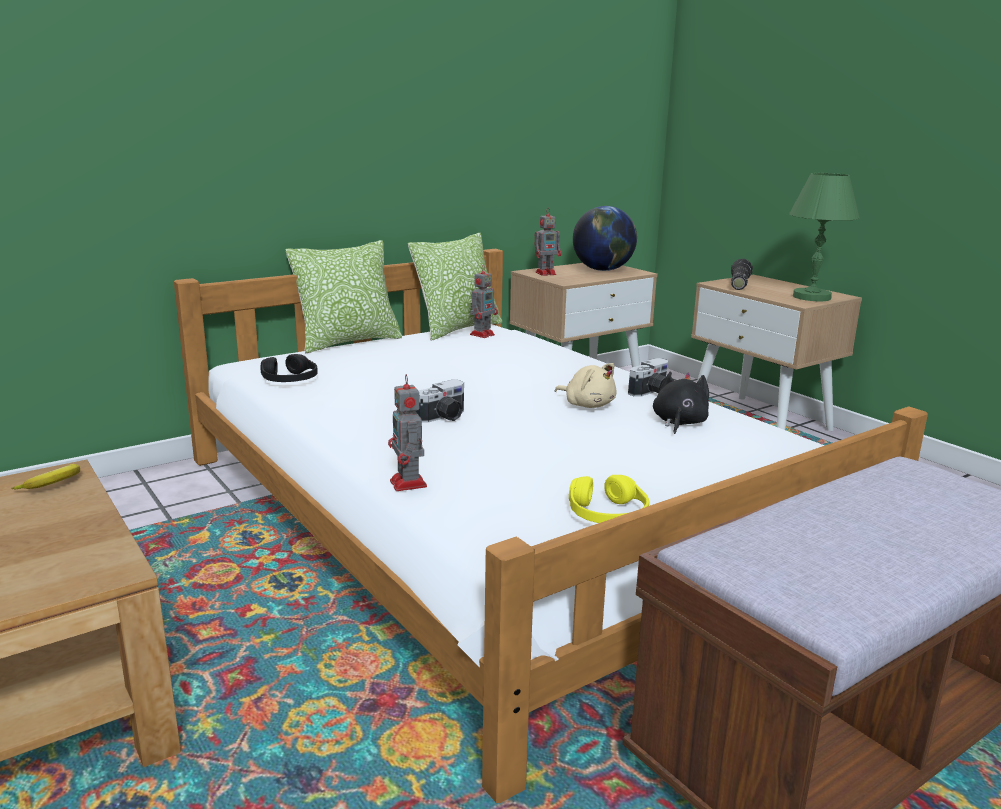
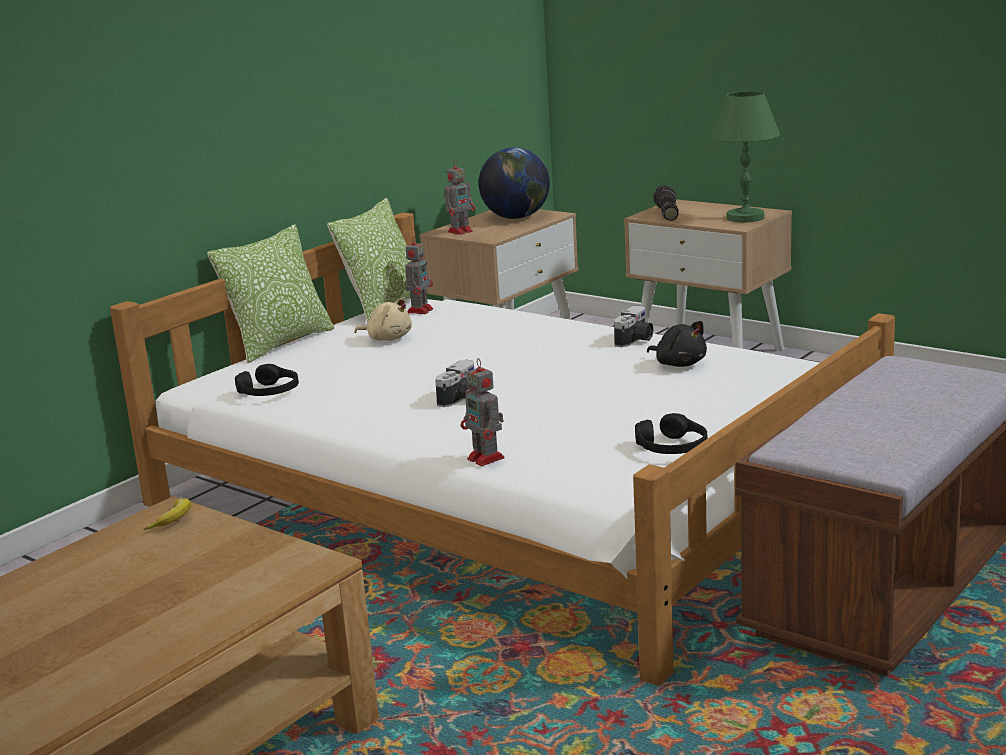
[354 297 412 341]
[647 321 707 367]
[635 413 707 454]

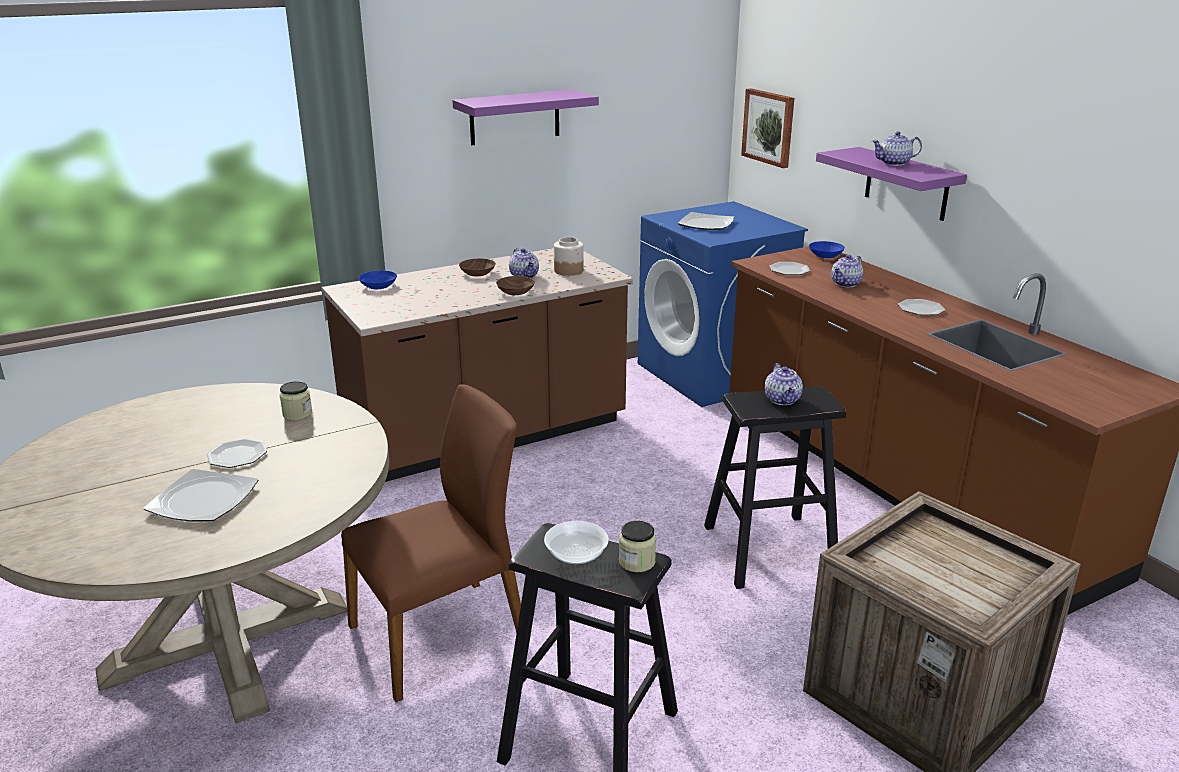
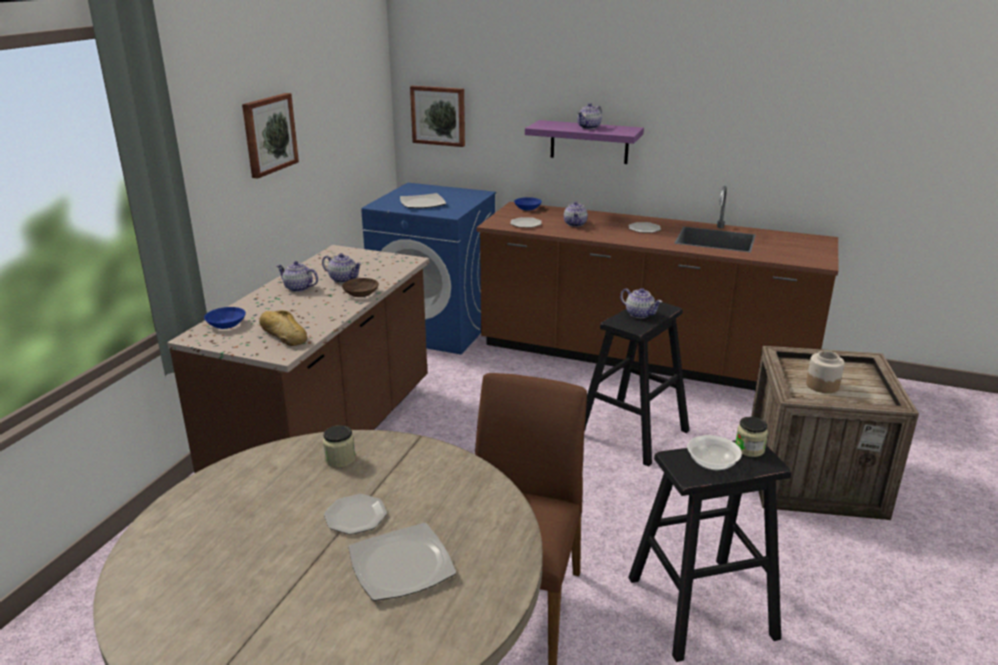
[242 93 299 179]
[806 351 845 393]
[276 261 318 292]
[259 310 307 346]

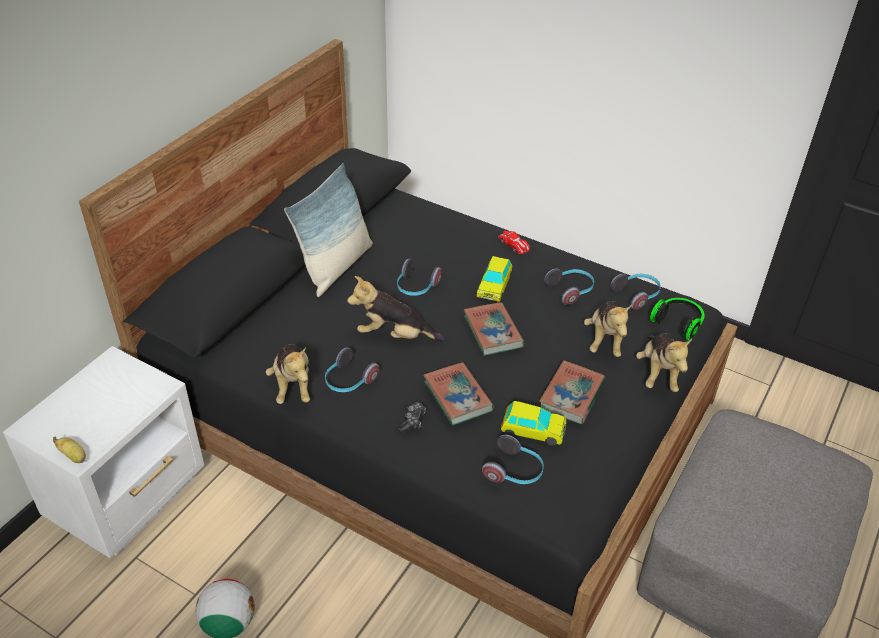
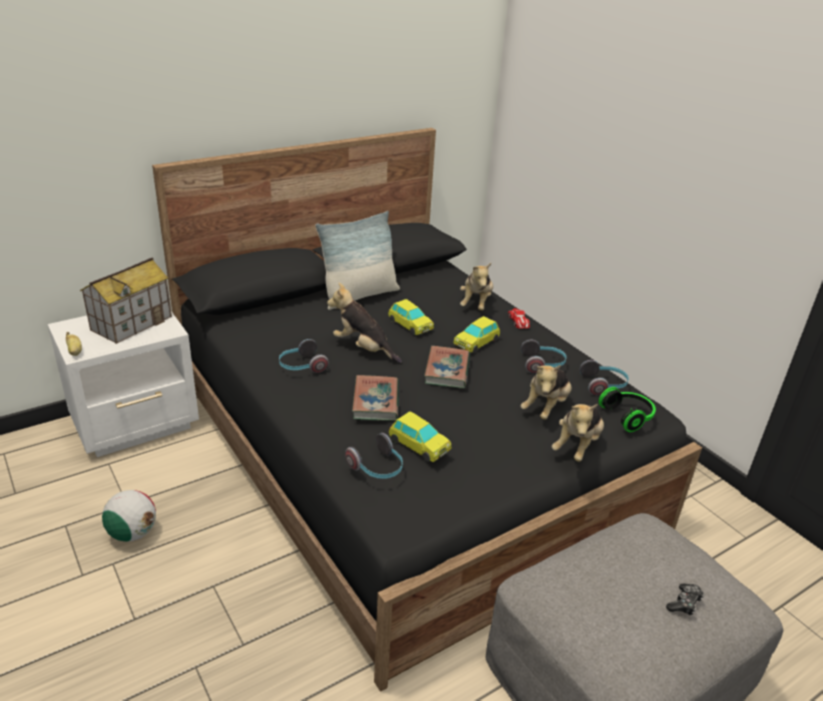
[388 299 434 335]
[460 263 493 311]
[539 360 606 424] (first image)
[666 584 704 615]
[80 257 172 344]

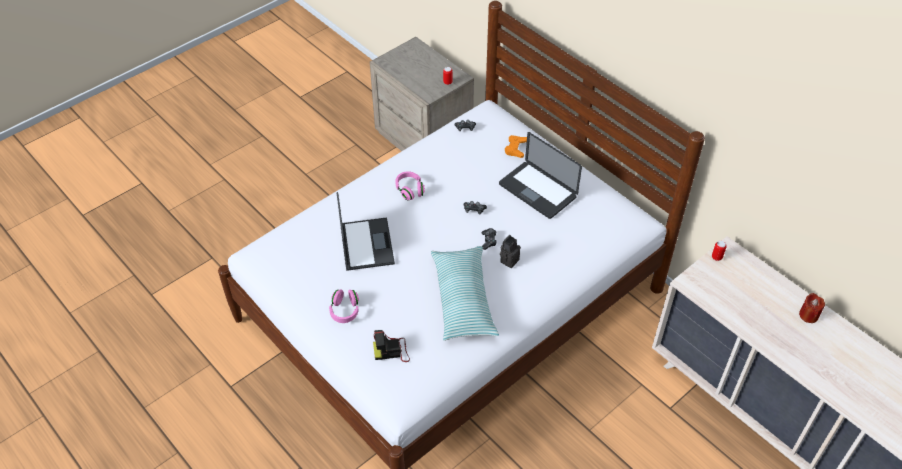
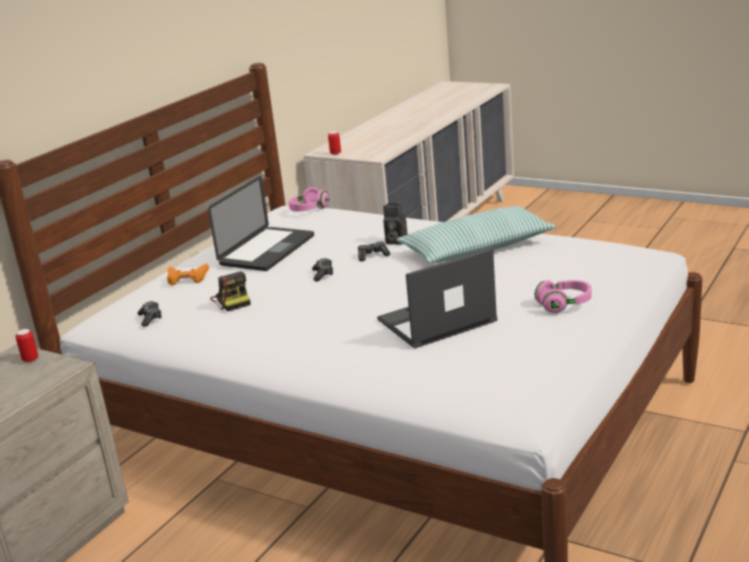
[288 187 329 212]
[799 293 825 323] (first image)
[210 271 251 311]

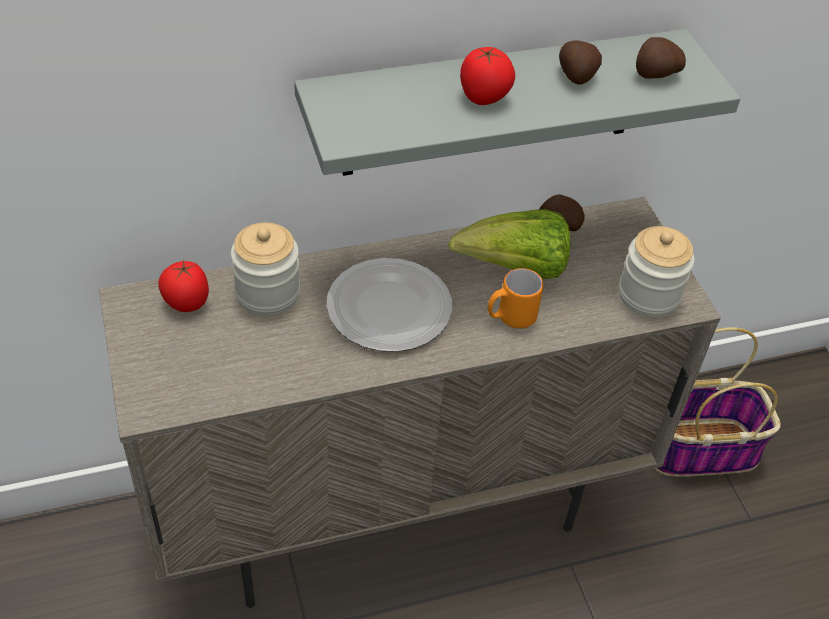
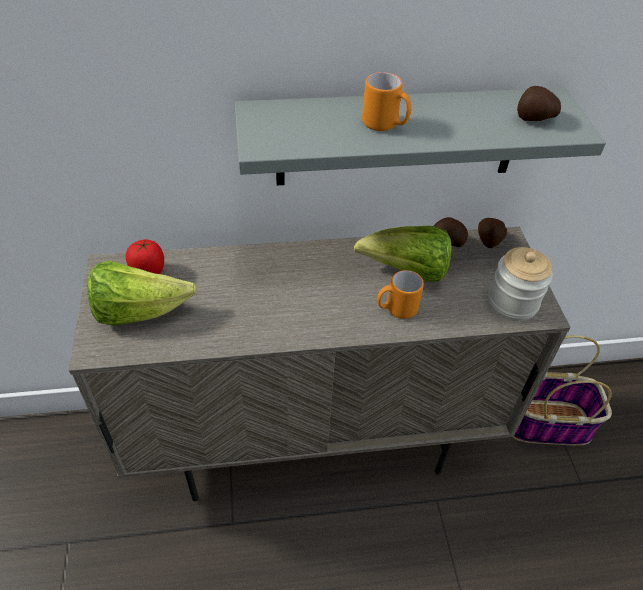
[478 218 507 248]
[362 72 411 131]
[231 222 300 316] (first image)
[327 258 452 352] (first image)
[88 261 196 326]

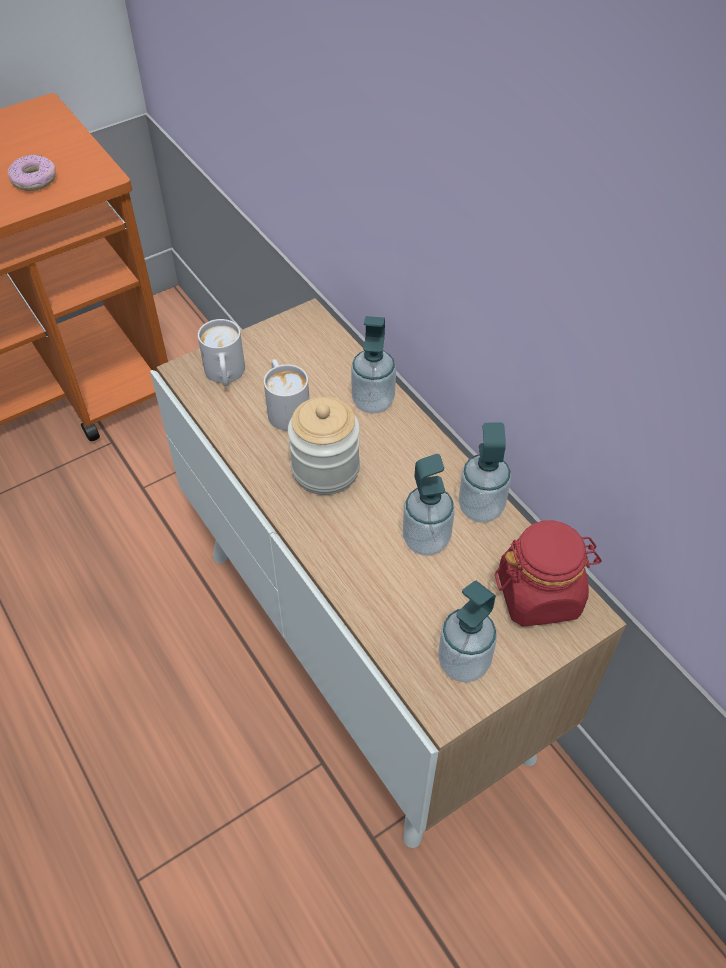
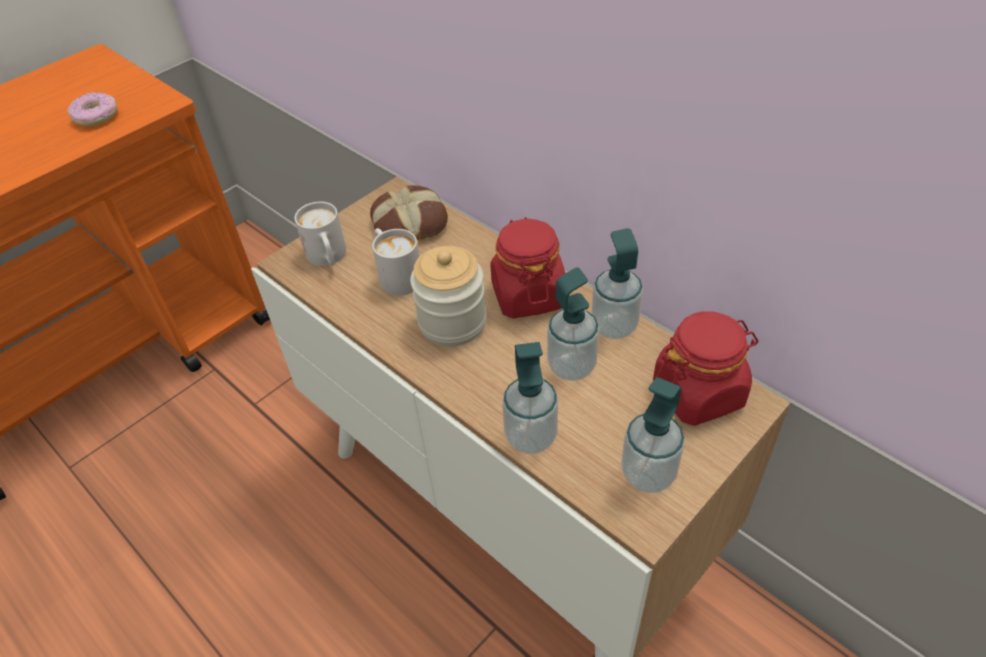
[502 342 558 454]
[370 185 448 240]
[490 217 565 318]

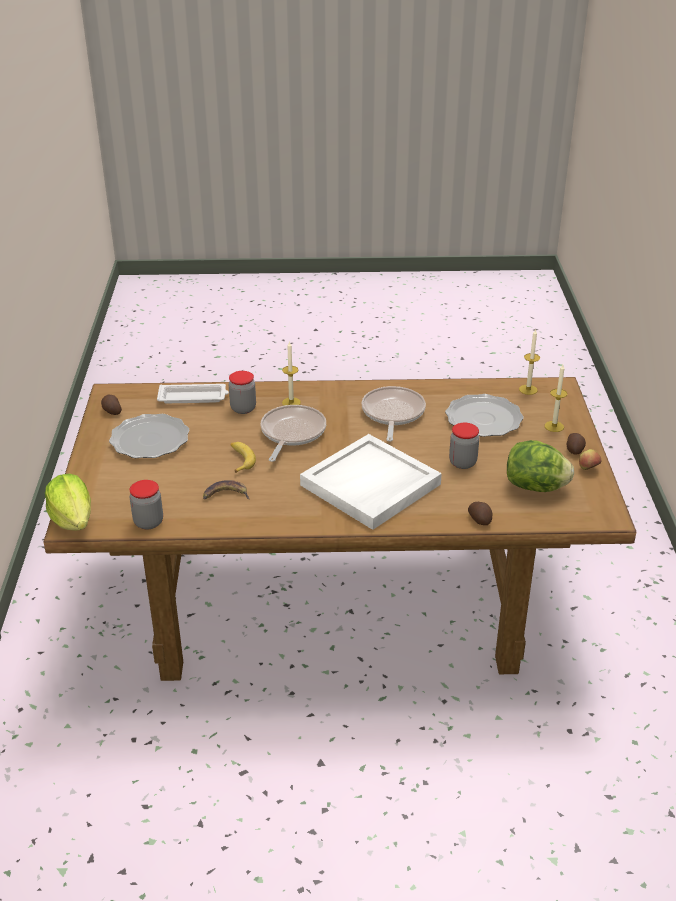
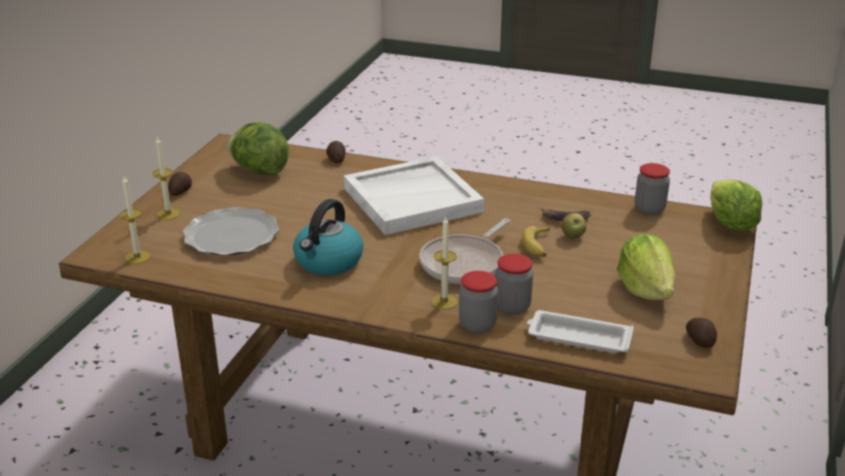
[293 199 364 275]
[617 234 676 300]
[459 271 498 333]
[561 213 586 239]

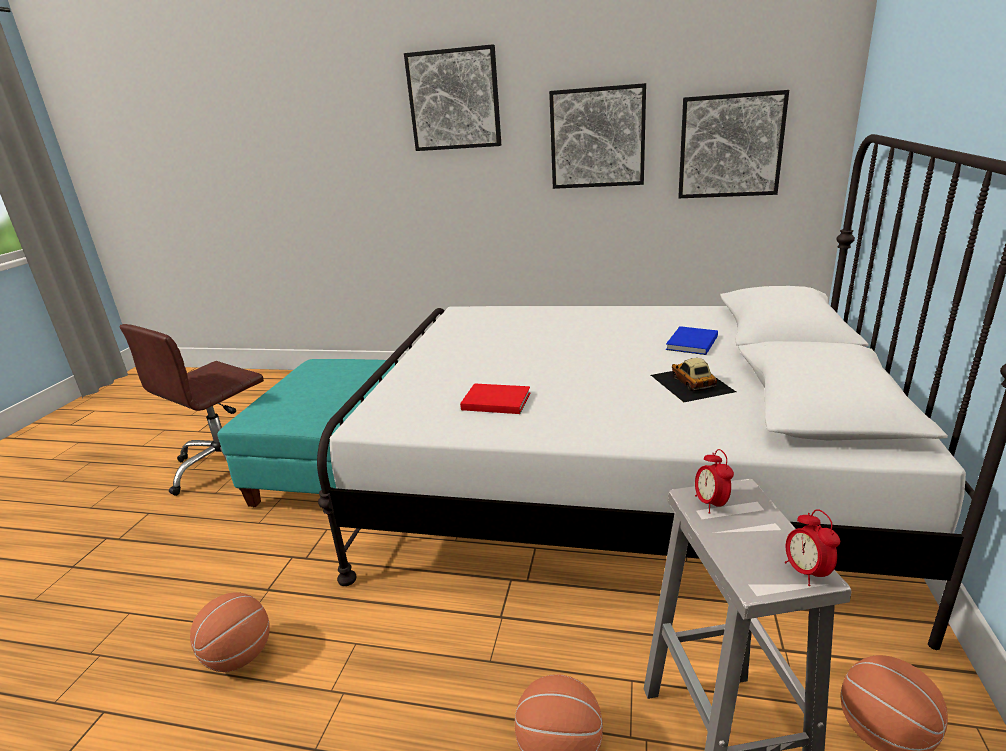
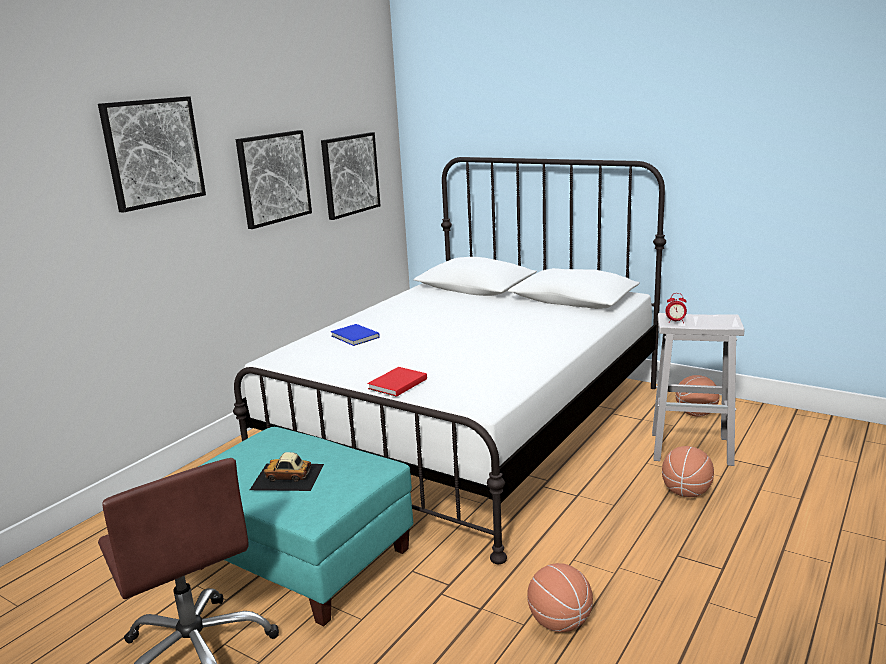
[331 324 380 346]
[250 452 324 491]
[367 367 427 397]
[785 509 840 586] (first image)

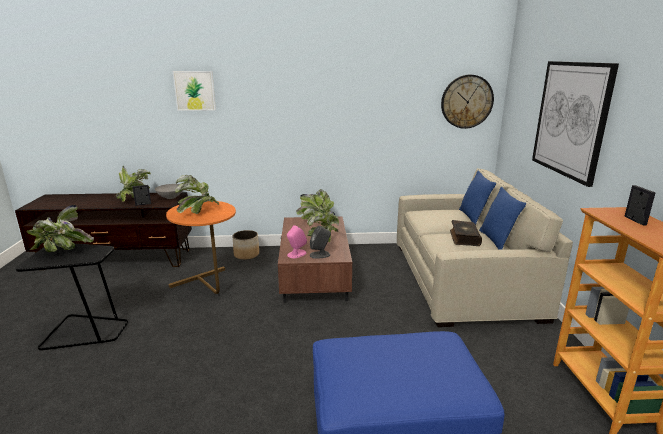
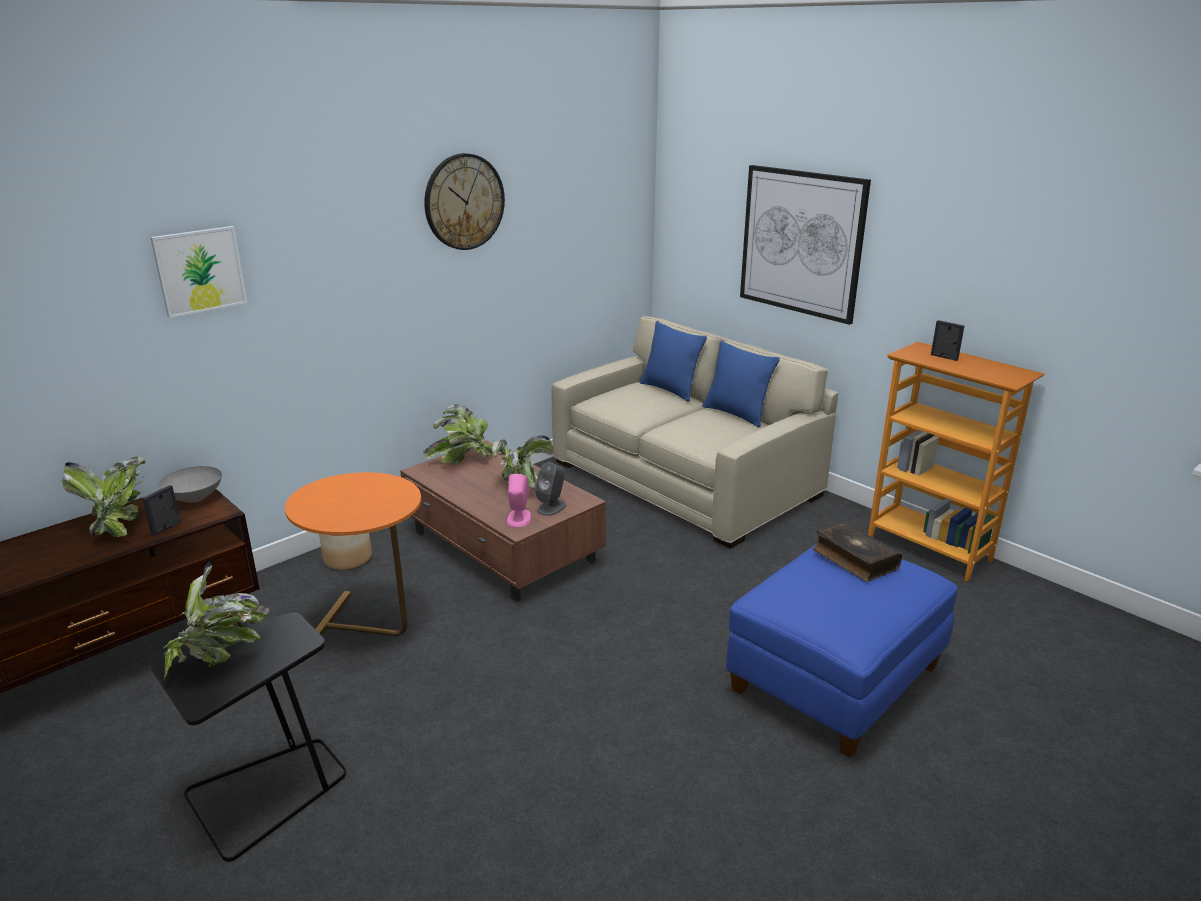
[424 153 505 250]
[175 175 219 214] (first image)
[813 521 902 582]

